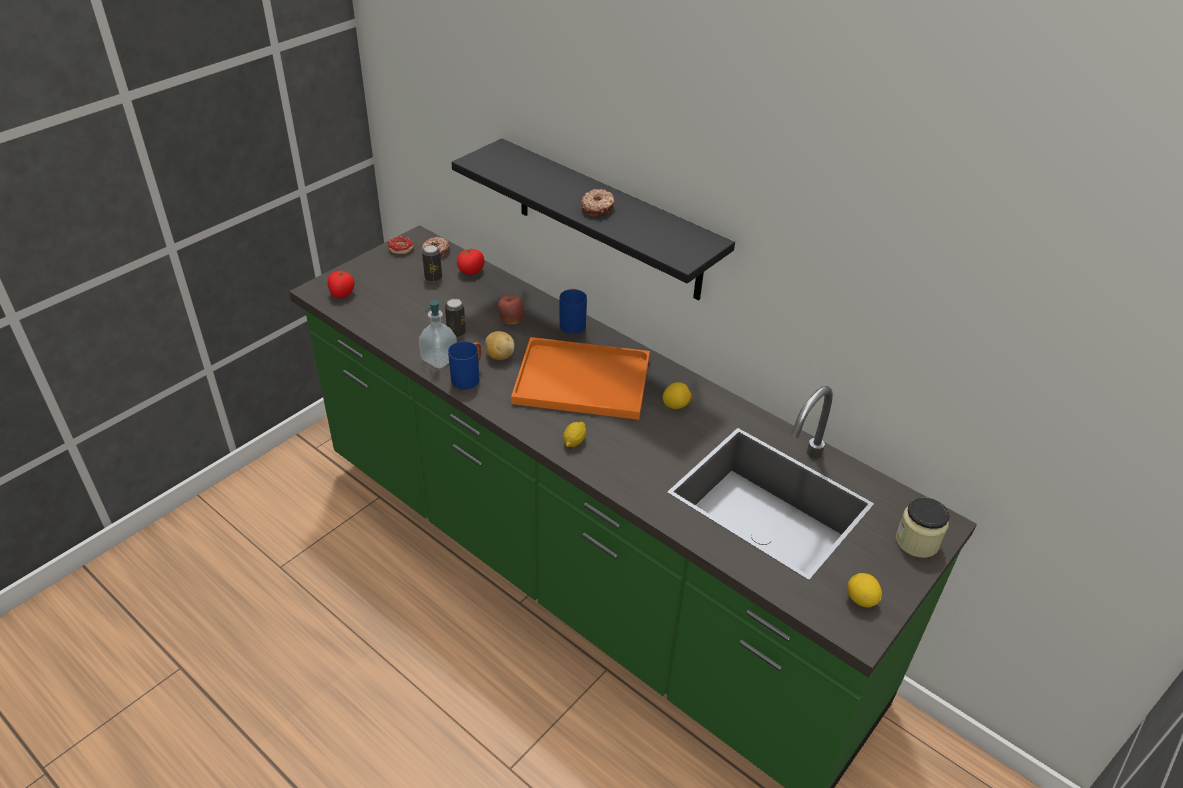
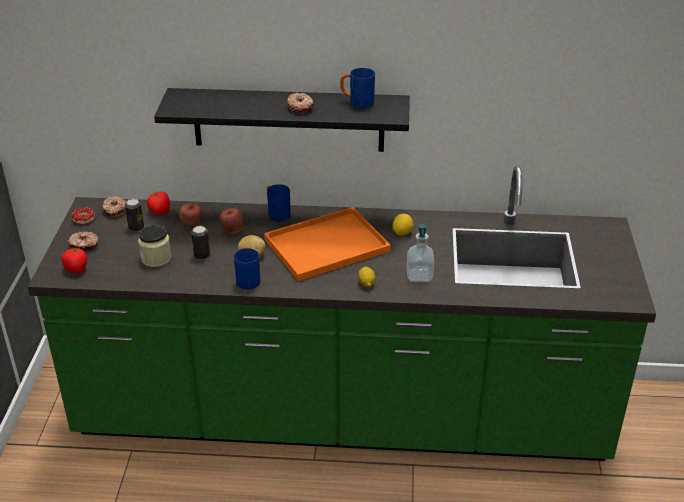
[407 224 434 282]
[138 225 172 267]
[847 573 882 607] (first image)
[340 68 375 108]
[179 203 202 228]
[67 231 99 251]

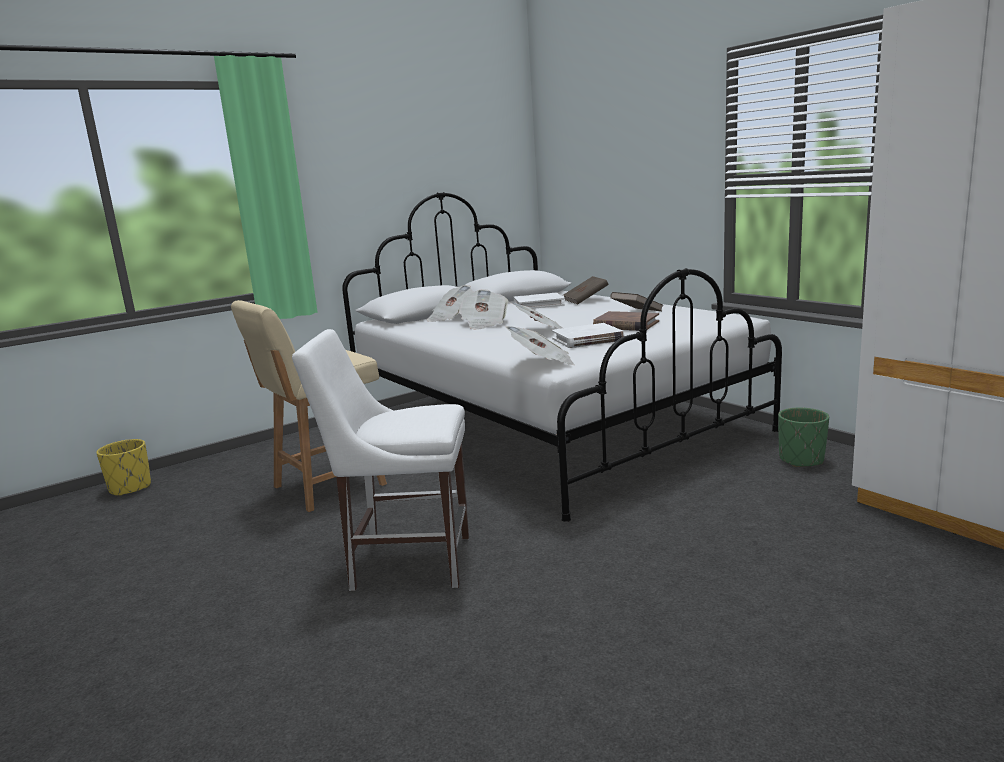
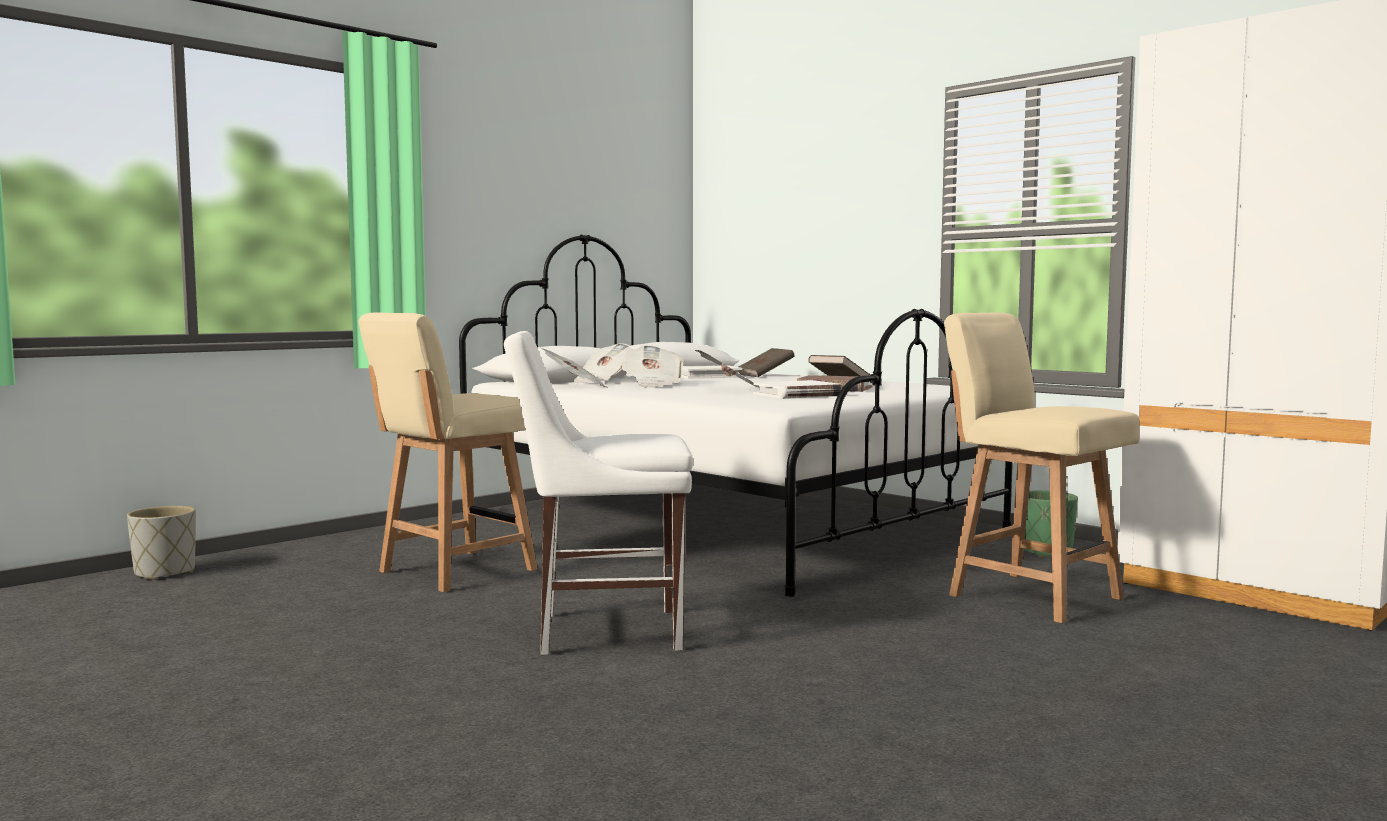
[541 348 606 387]
[127 506 196 580]
[944 312 1140 623]

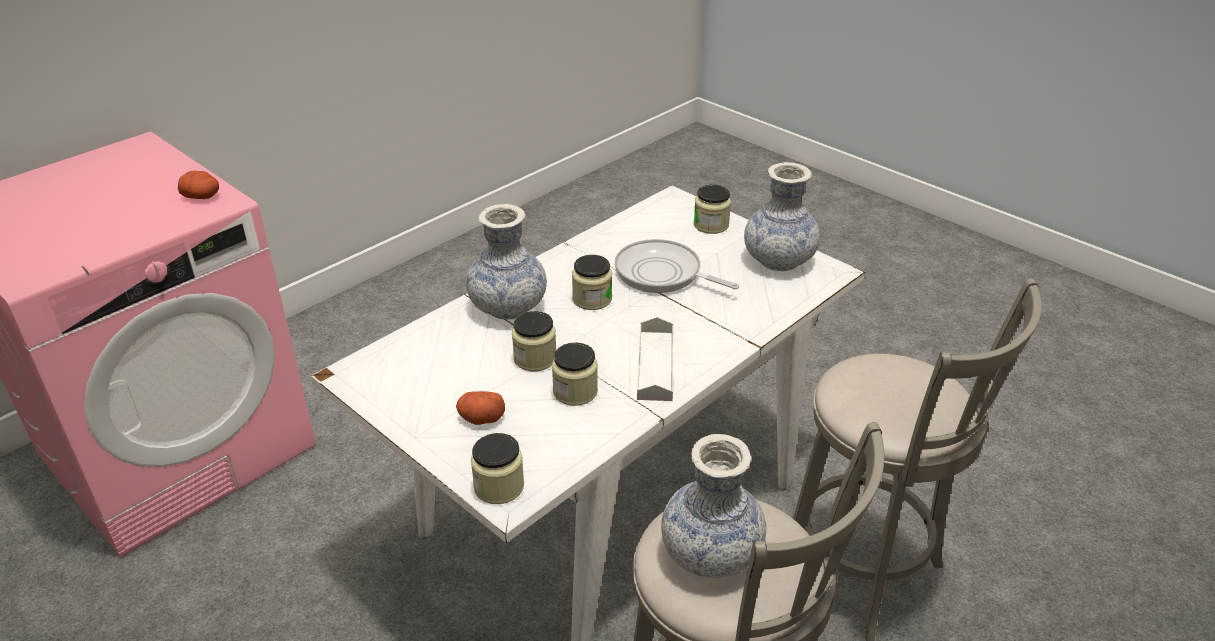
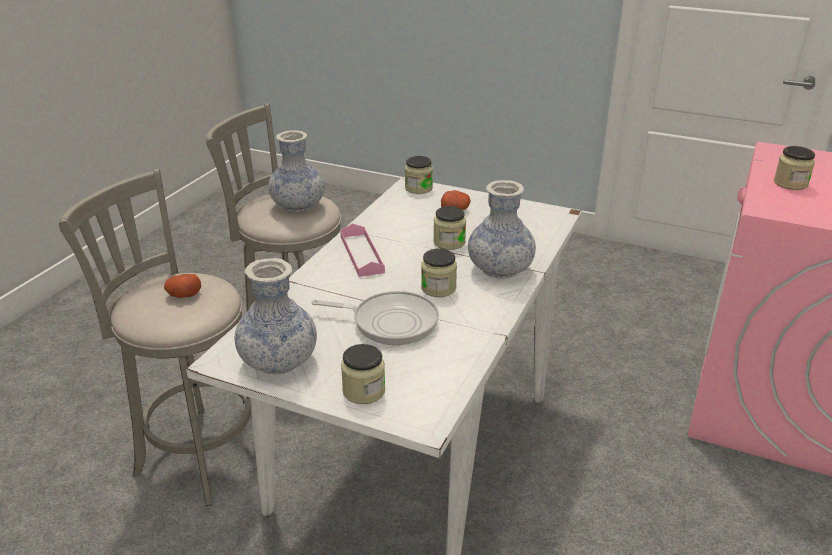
[164 274 201 298]
[340 224 385 277]
[774 146 815 190]

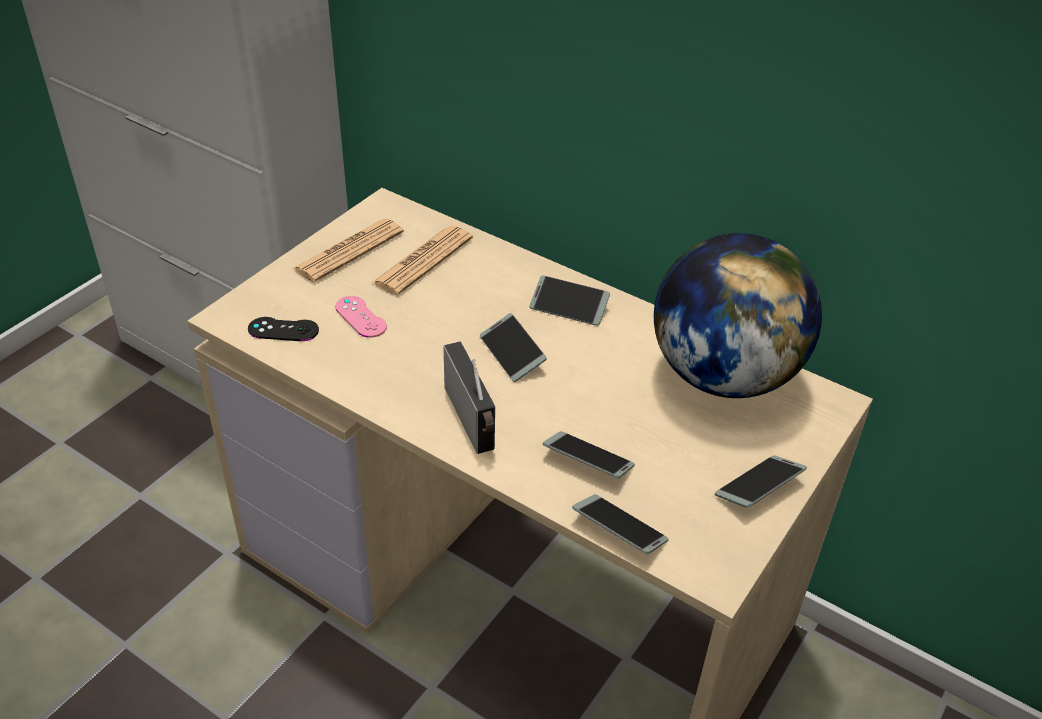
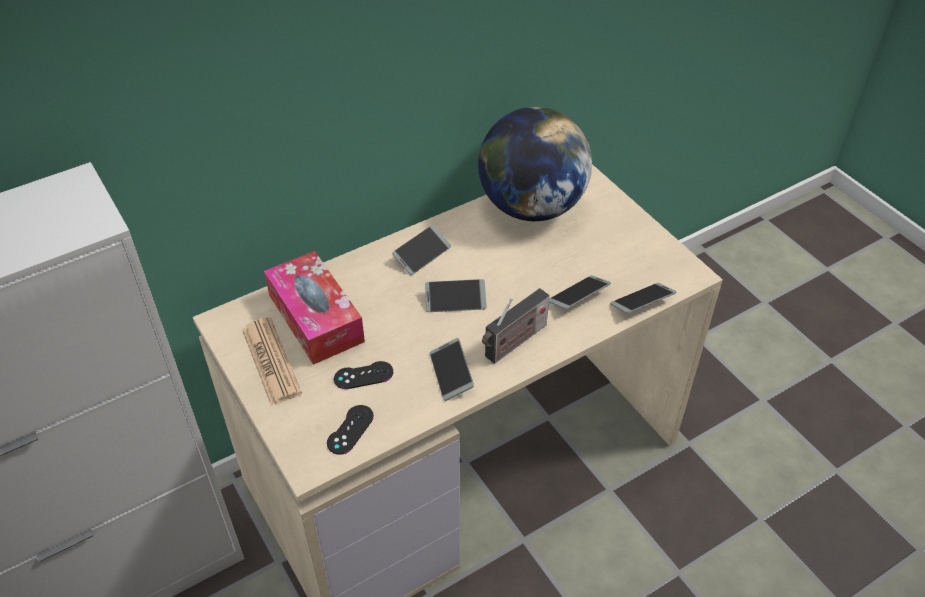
[264 251 365 365]
[334 361 393 389]
[482 288 550 364]
[430 338 474 401]

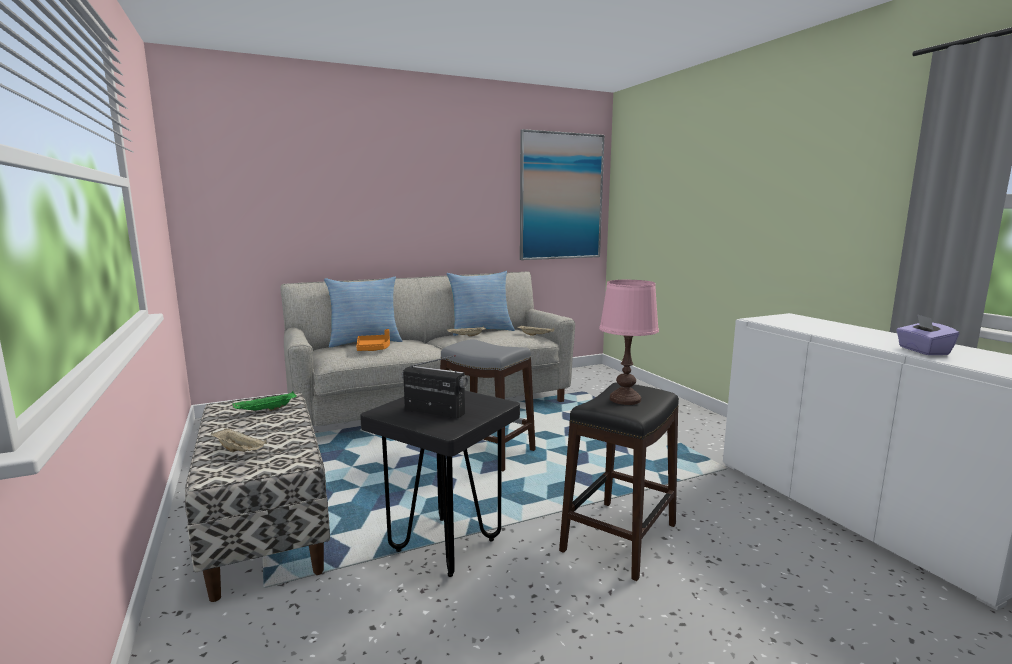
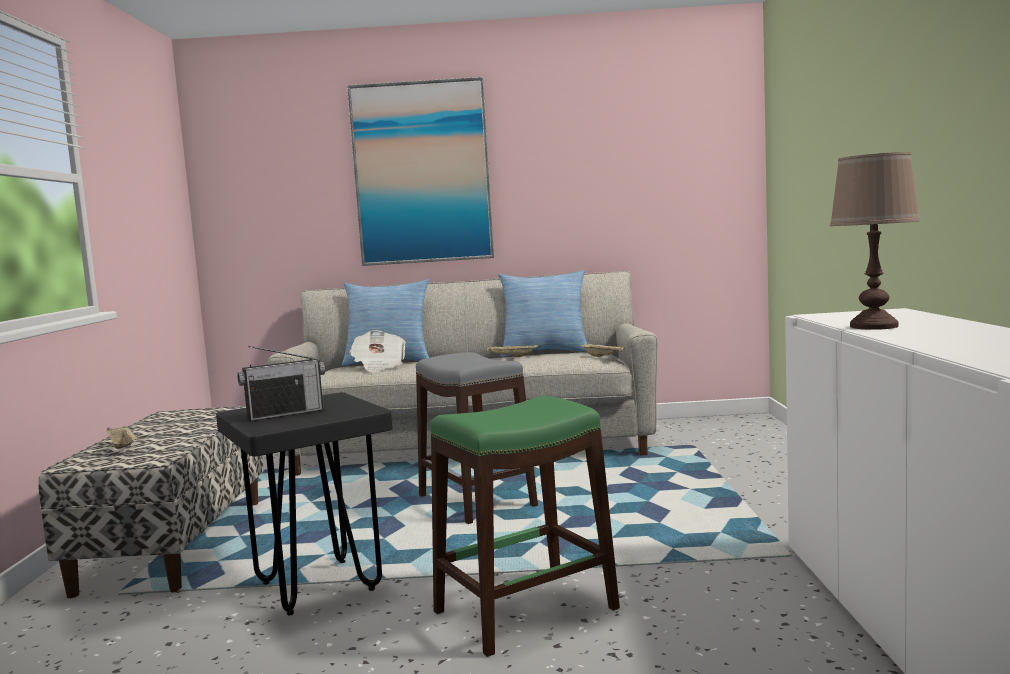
[347 77 494 266]
[599 280 659 405] (first image)
[896 314 959 355] (first image)
[349 330 406 372]
[237 346 325 421]
[430 396 620 657]
[232 391 297 411] (first image)
[830 152 920 330]

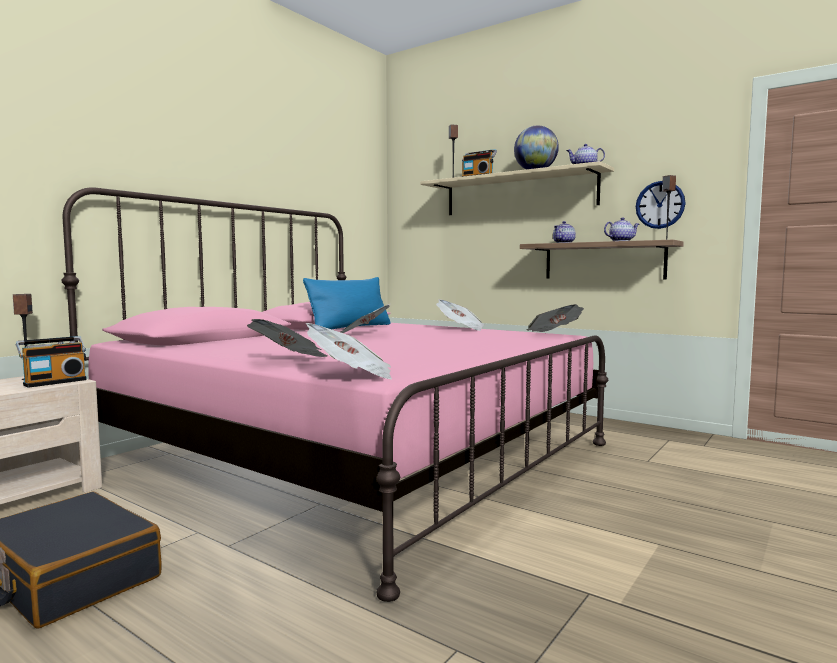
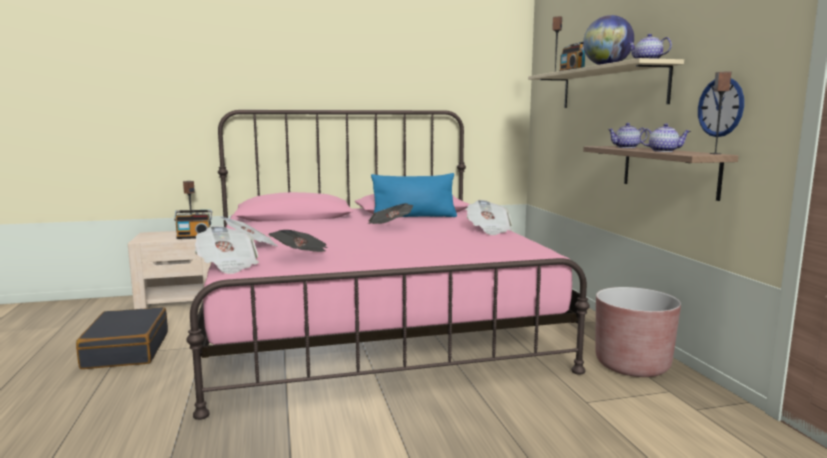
[268 230 328 252]
[595 287 681 377]

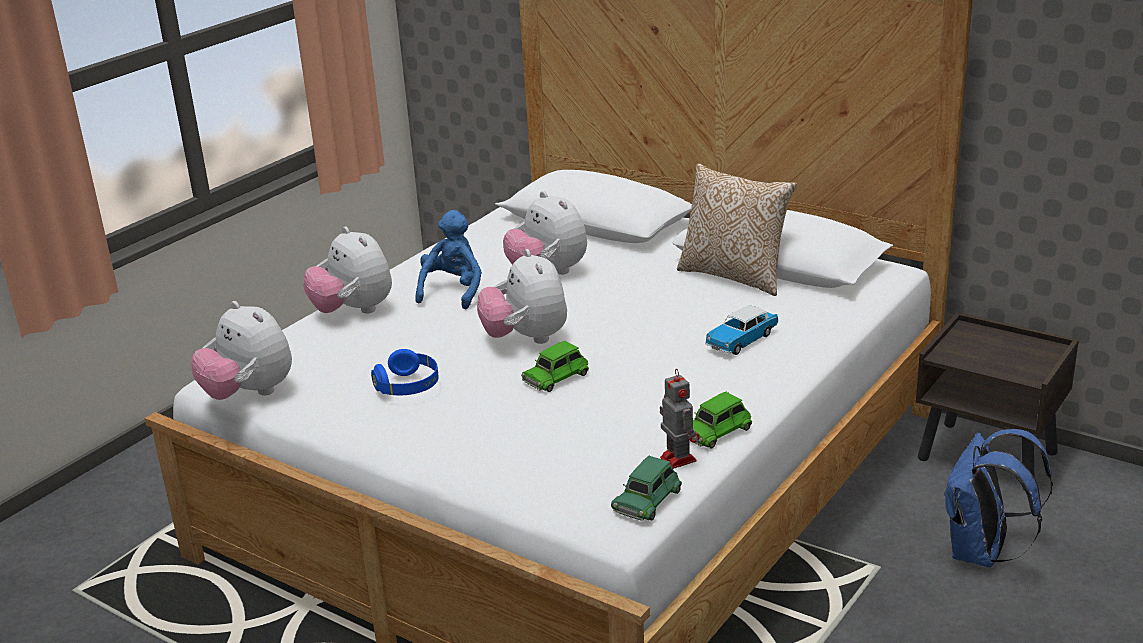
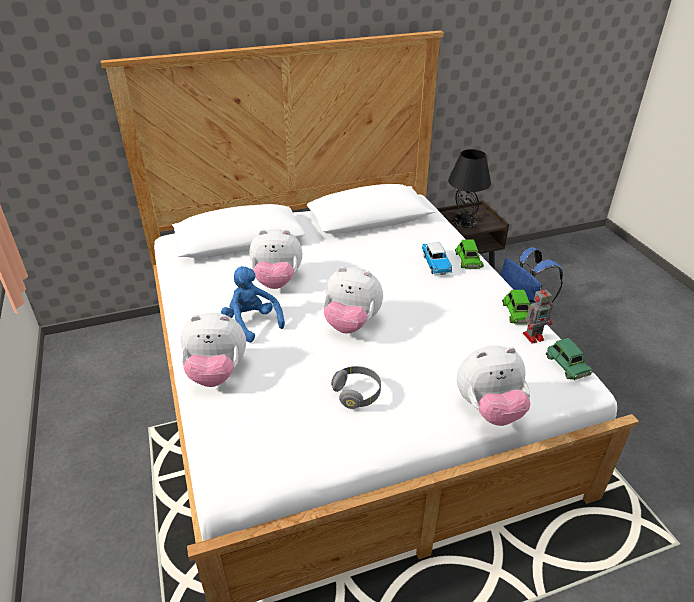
[677 163 797 296] (first image)
[457 345 531 426]
[455 239 484 269]
[331 366 381 409]
[523 286 553 344]
[448 149 491 227]

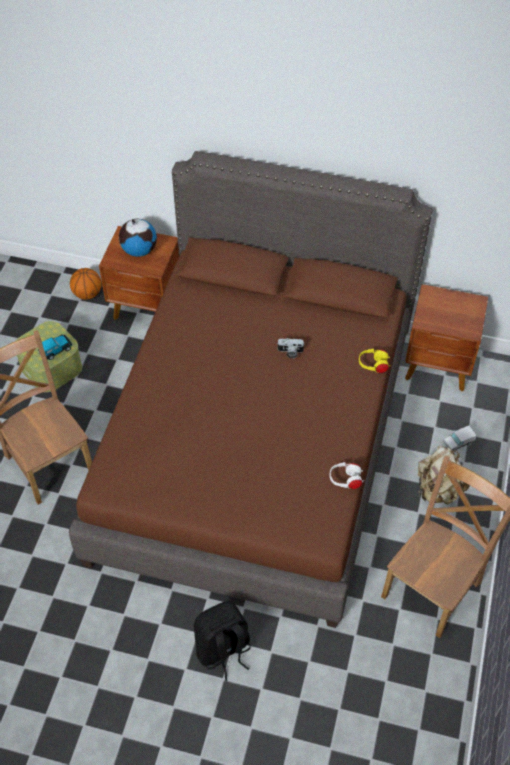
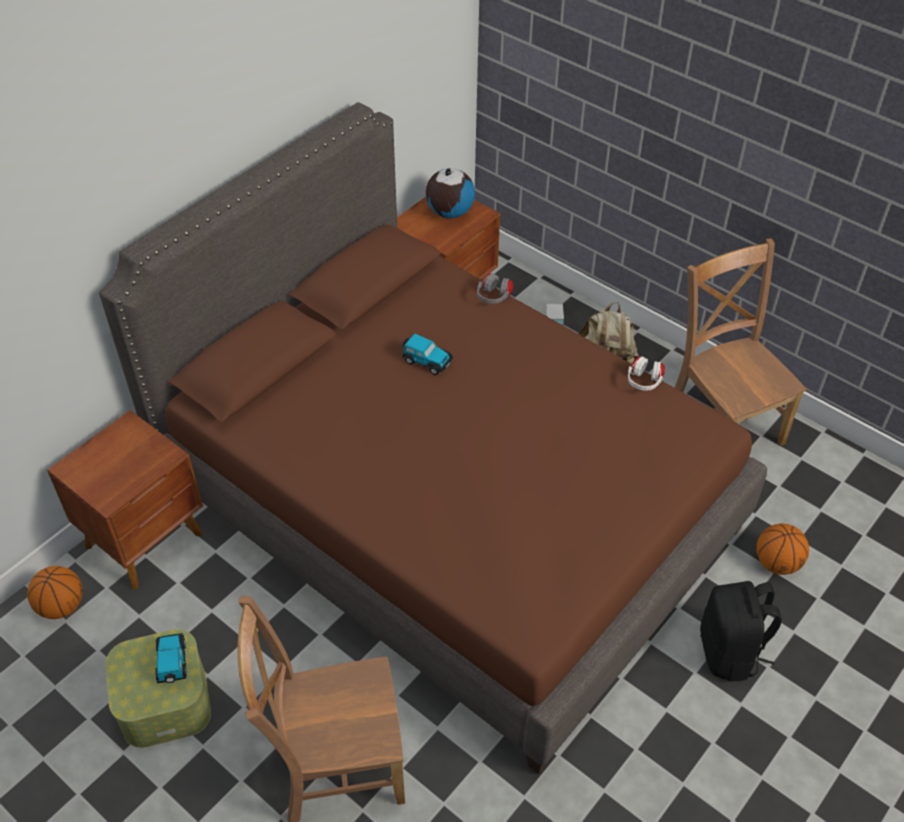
[426 168 475 218]
[402 334 453 375]
[477 273 513 304]
[756 524 809 575]

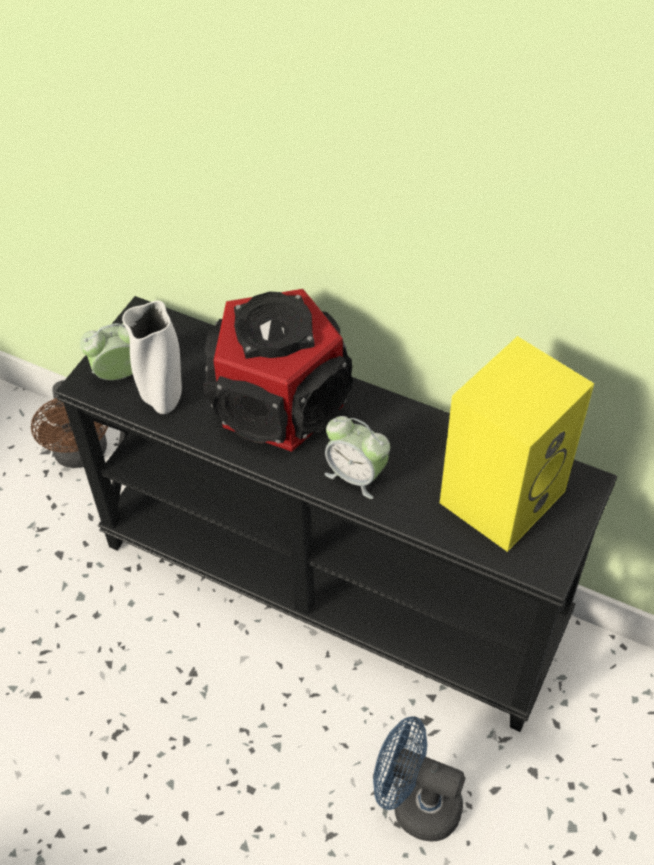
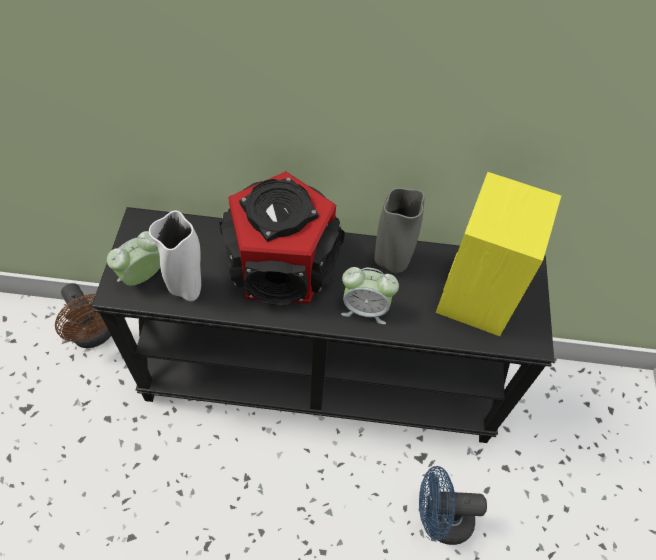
[374 188 424 273]

